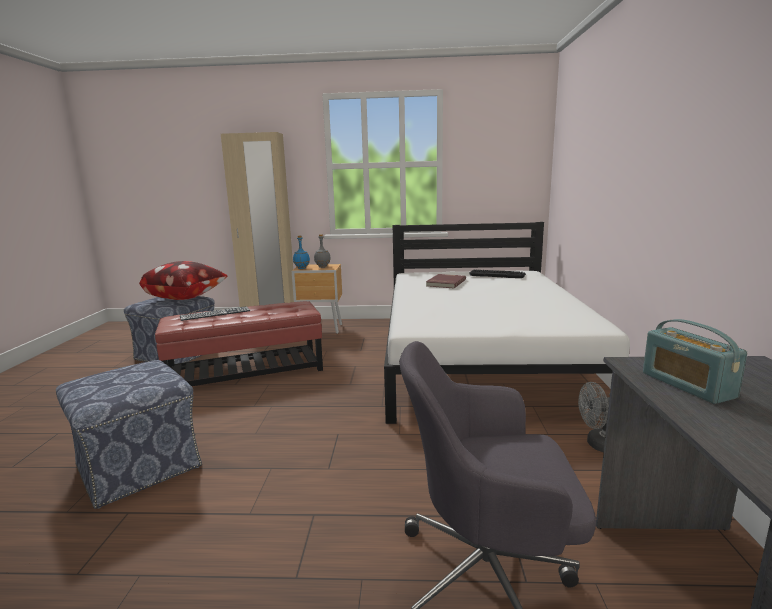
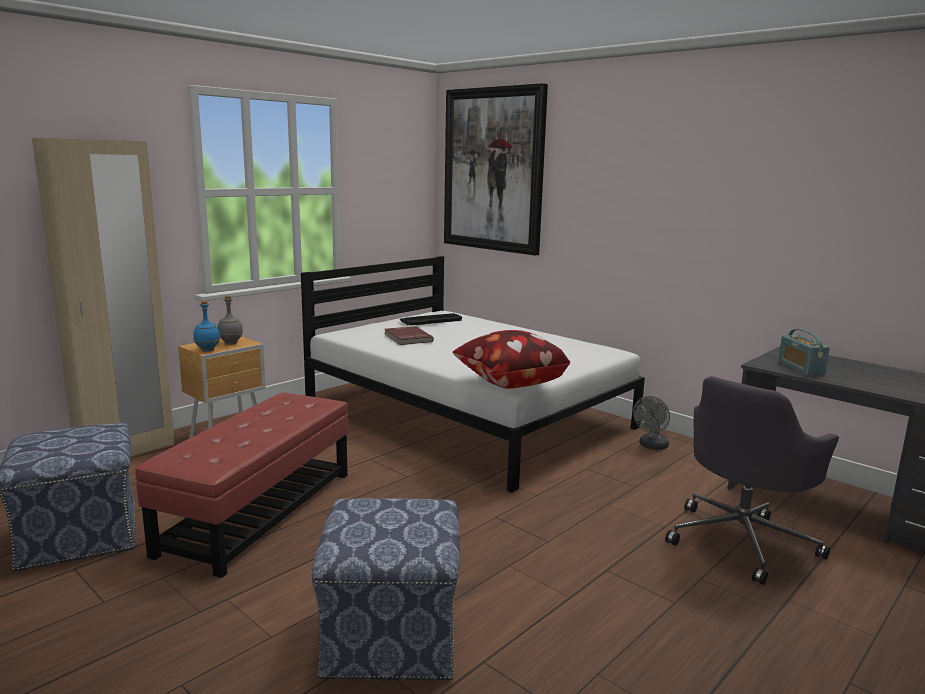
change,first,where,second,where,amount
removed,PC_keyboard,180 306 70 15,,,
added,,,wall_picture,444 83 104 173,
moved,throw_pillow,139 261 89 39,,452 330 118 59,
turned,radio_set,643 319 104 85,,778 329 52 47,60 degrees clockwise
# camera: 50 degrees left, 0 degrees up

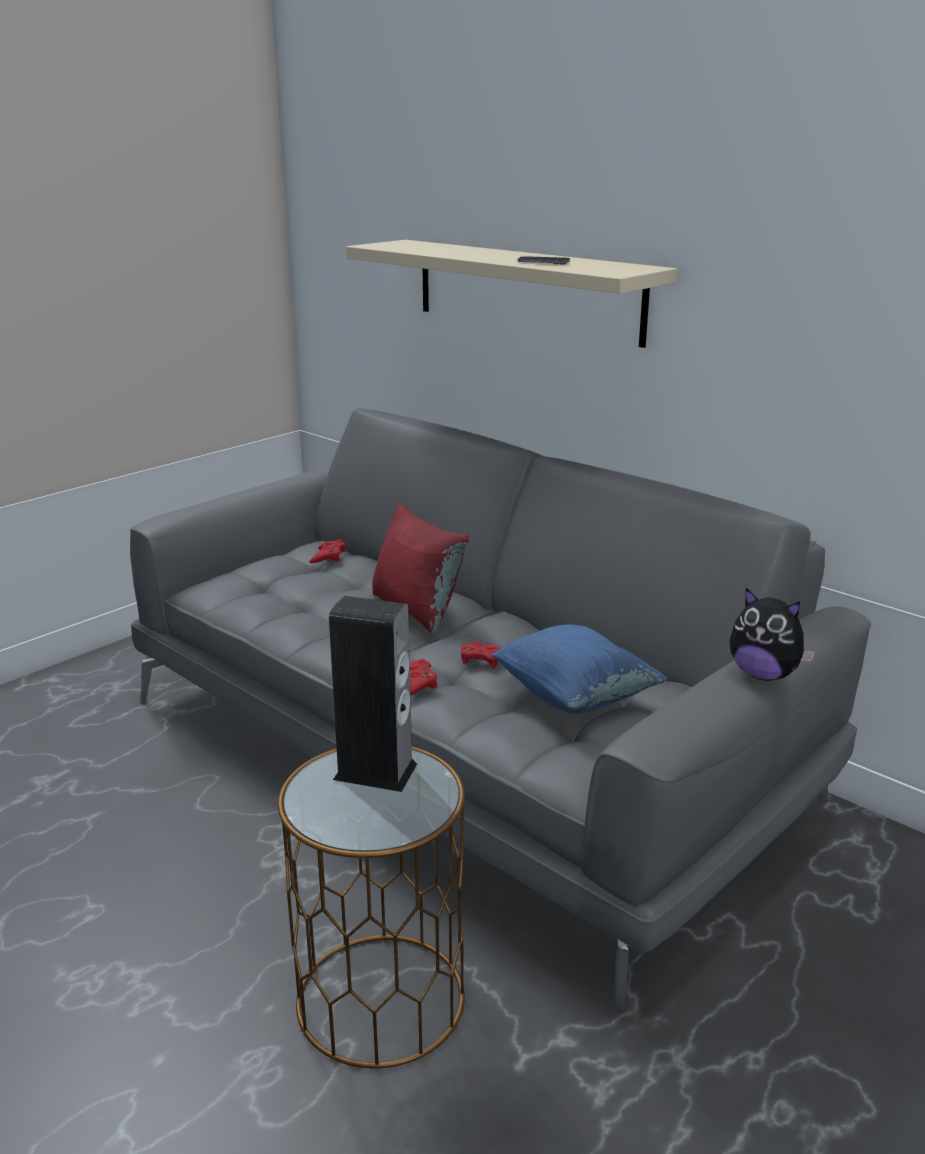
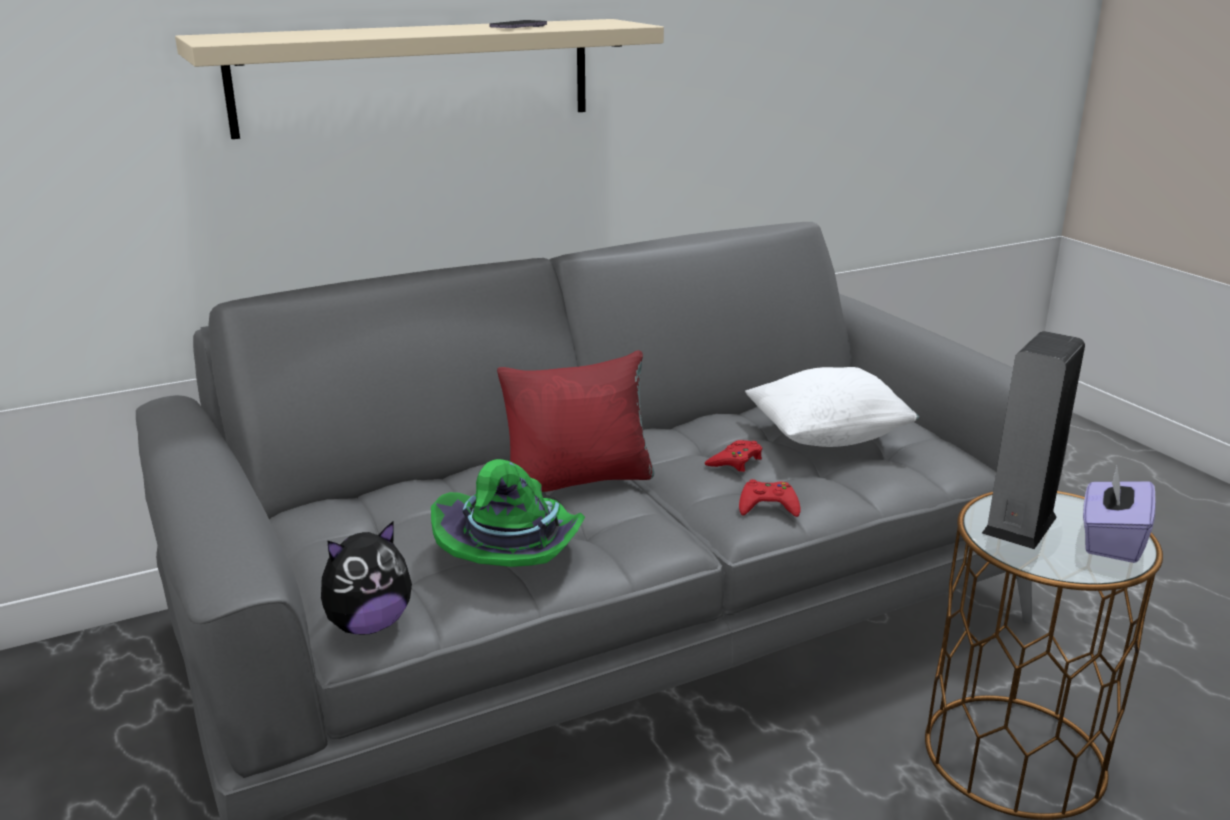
change,first,where,second,where,amount
removed,reddish_joypad,309 539 36 24,,,
added,,,green_wearable_hat,431 459 154 108,
added,,,purplish_tissue_box,1083 466 73 97,
moved,soft_toy,730 588 86 93,,321 521 91 113,
recoloured,bluish_throw_pillow,491 625 176 89,white_throw_pillow,745 367 174 80,
# camera: 70 degrees left, 0 degrees up

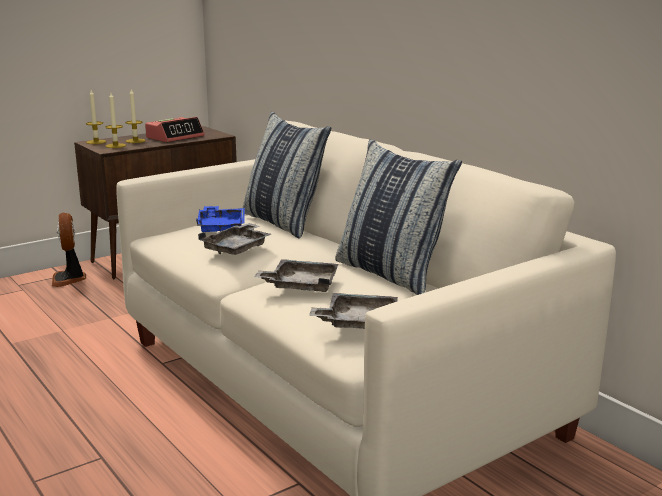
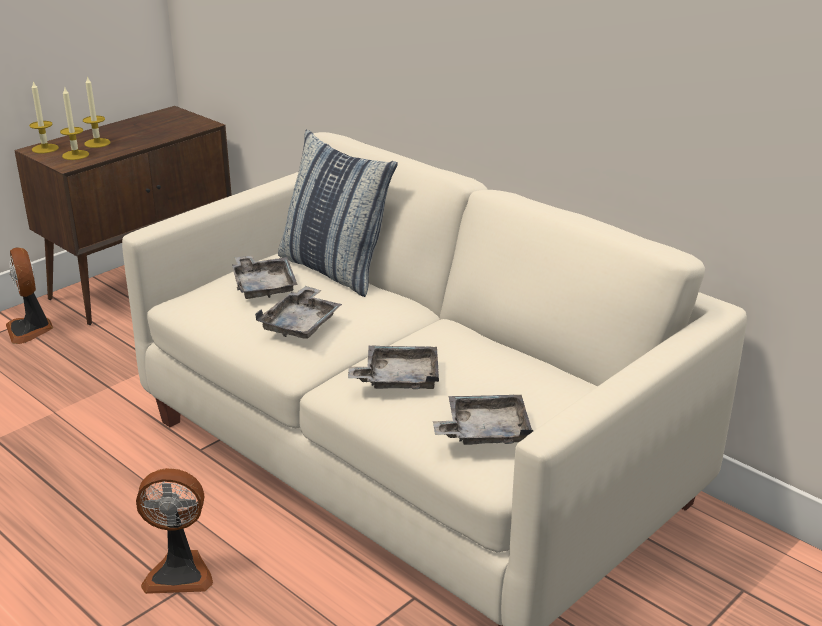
change,first,where,second,where,amount
removed,table_clock,145 117 60 25,,,
removed,throw_pillow,336 139 126 156,,,
added,,,fan,136 468 77 126,
recoloured,bluish_carrying_tray,196 206 49 26,gray_carrying_tray,232 255 66 44,
# camera: 10 degrees left, 10 degrees up

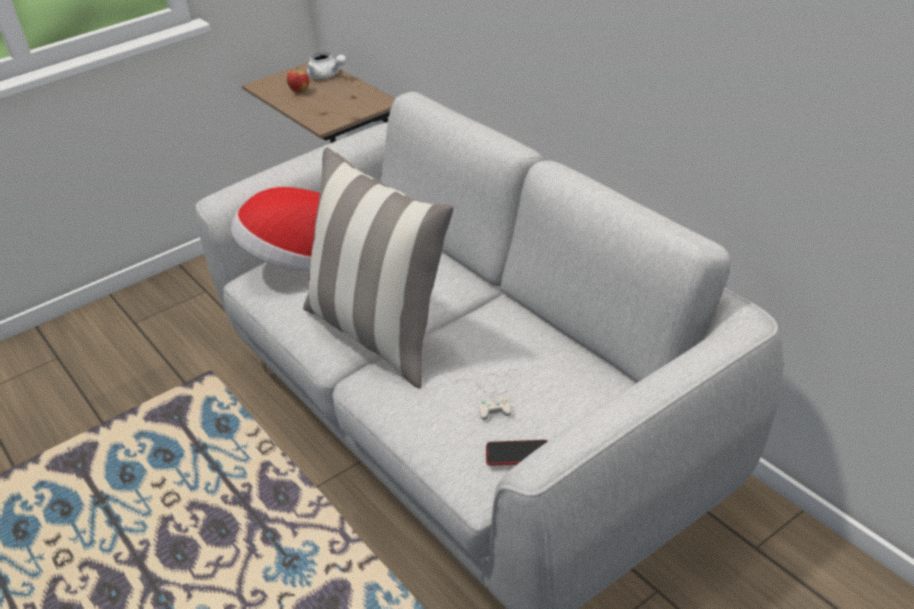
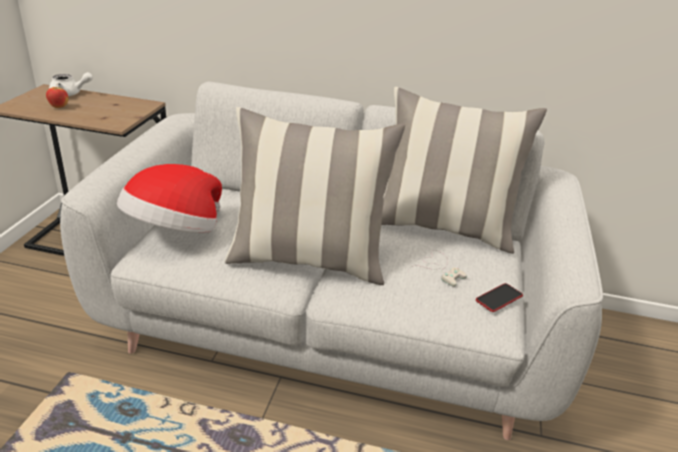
change,first,where,second,where,amount
added,,,throw_pillow,381 87 166 167,
# camera: 45 degrees left, 5 degrees down

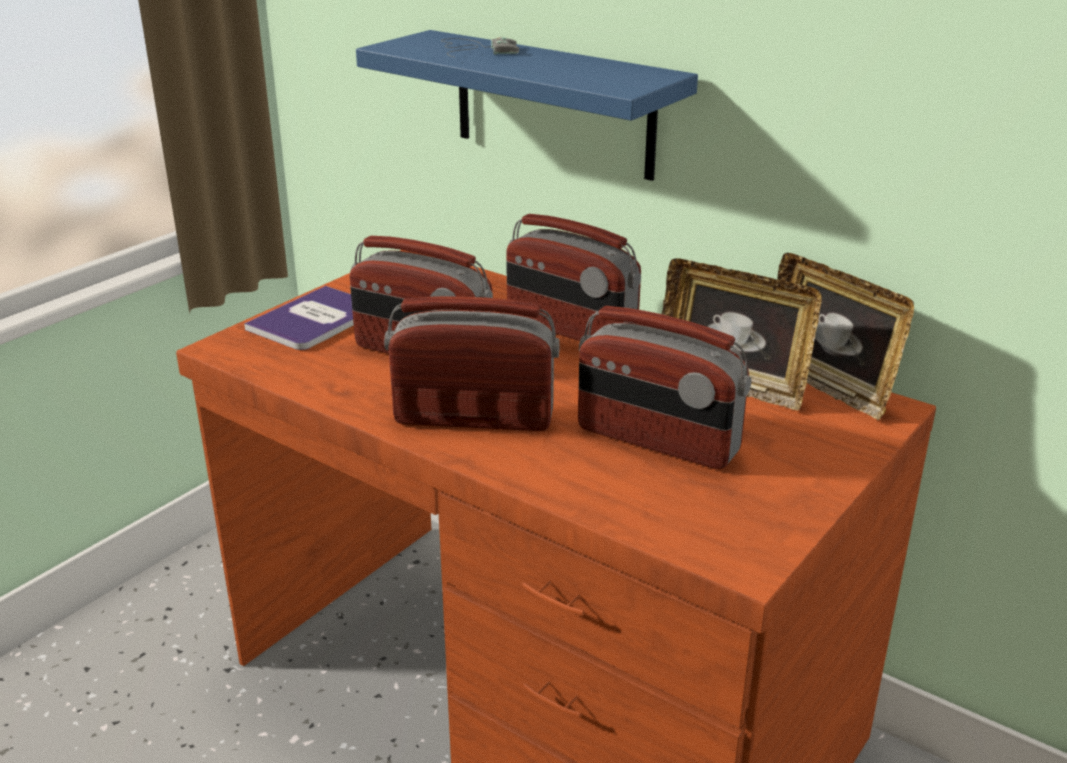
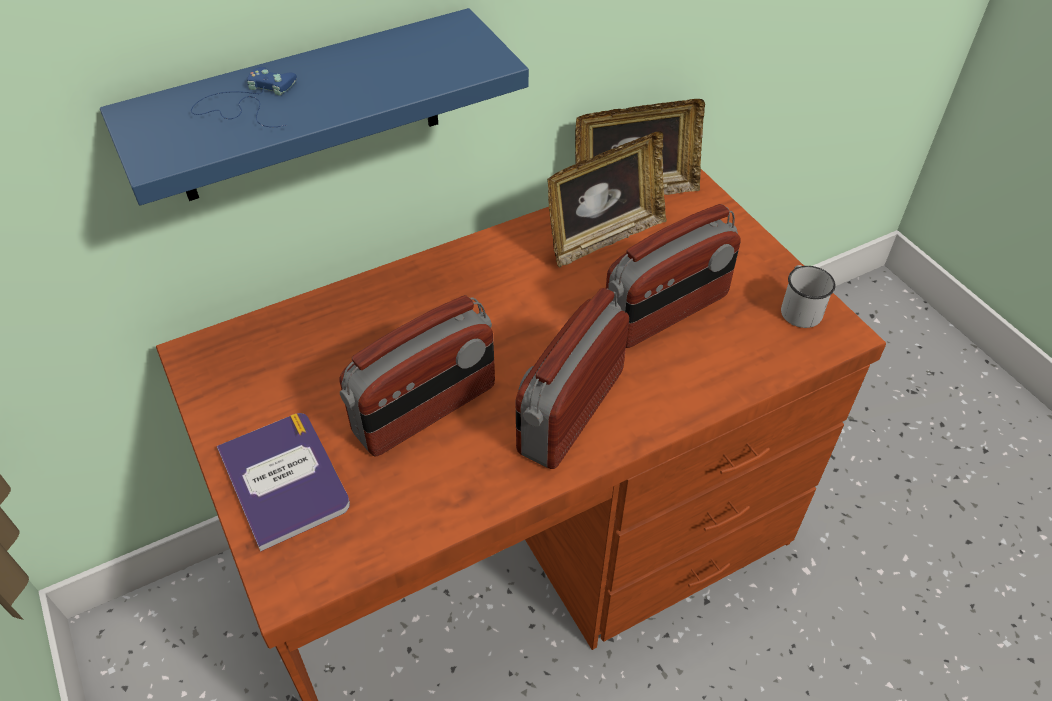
change,first,where,second,where,amount
removed,radio_set,506 214 135 127,,,
added,,,white_coffee_mug,781 265 55 63,
recoloured,gray_joypad,441 37 78 20,bluish_joypad,191 67 106 60,
# camera: 65 degrees left, 20 degrees up

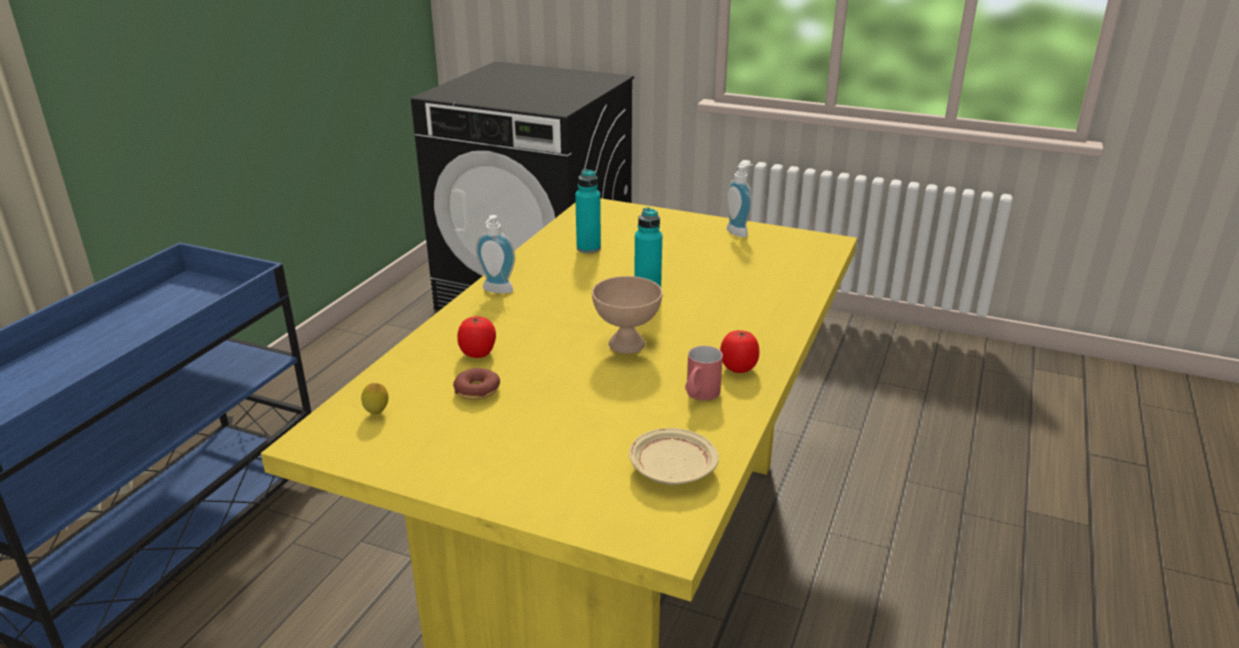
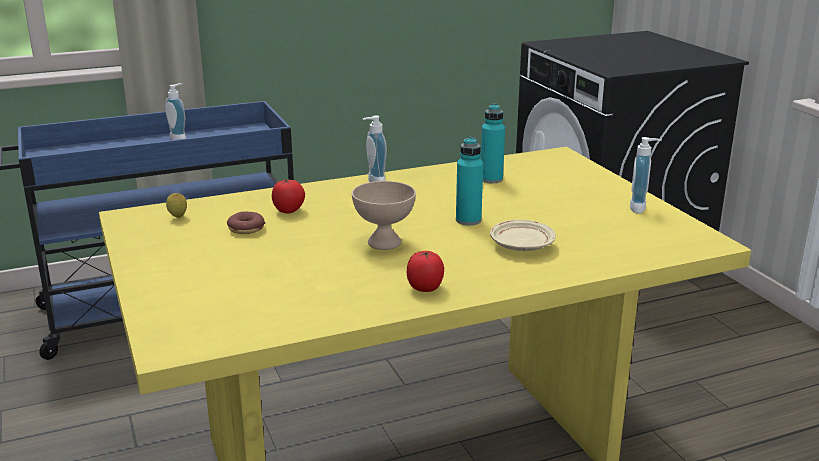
change,first,where,second,where,amount
removed,reddish_coffee_mug,685 346 38 55,,,
added,,,soap_bottle,165 83 21 57,
moved,sand-coloured_dinner_plate,629 428 90 57,,490 220 66 31,
# camera: 45 degrees right, 5 degrees down

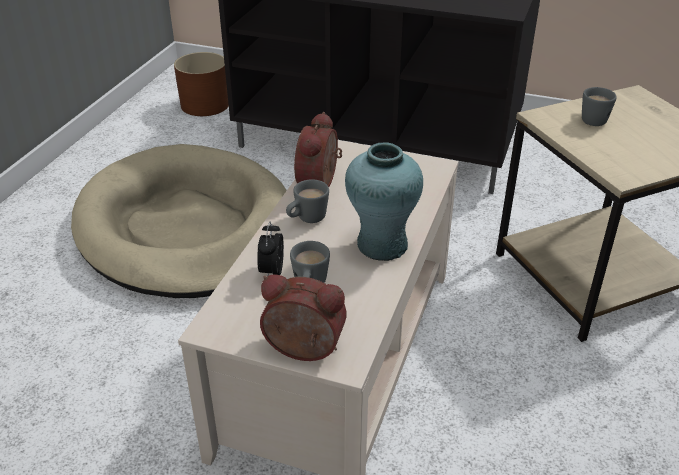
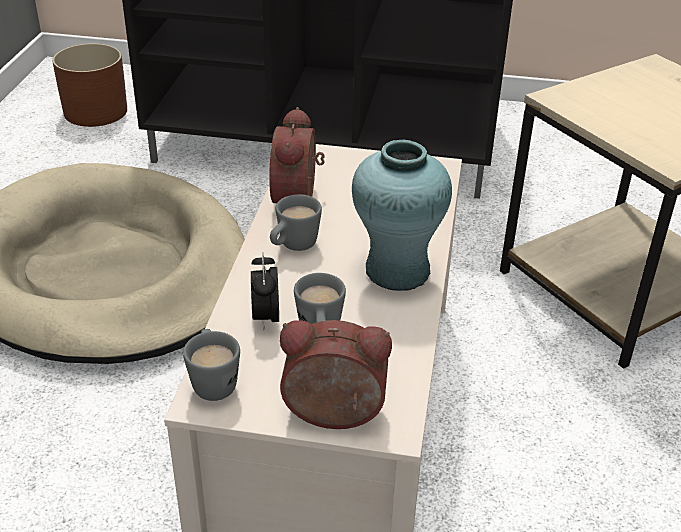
change,first,where,second,where,amount
moved,gray_coffee_mug,582 87 35 39,,183 329 57 72,
# camera: 10 degrees left, 0 degrees up

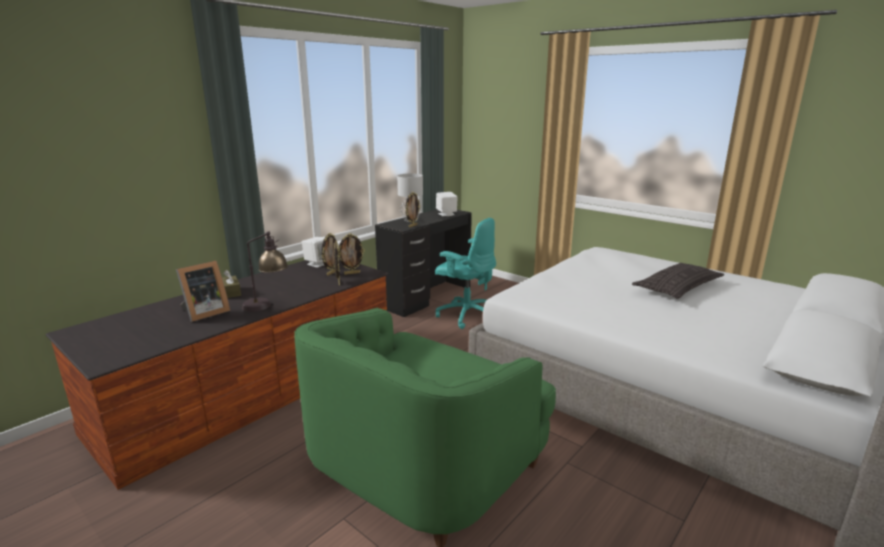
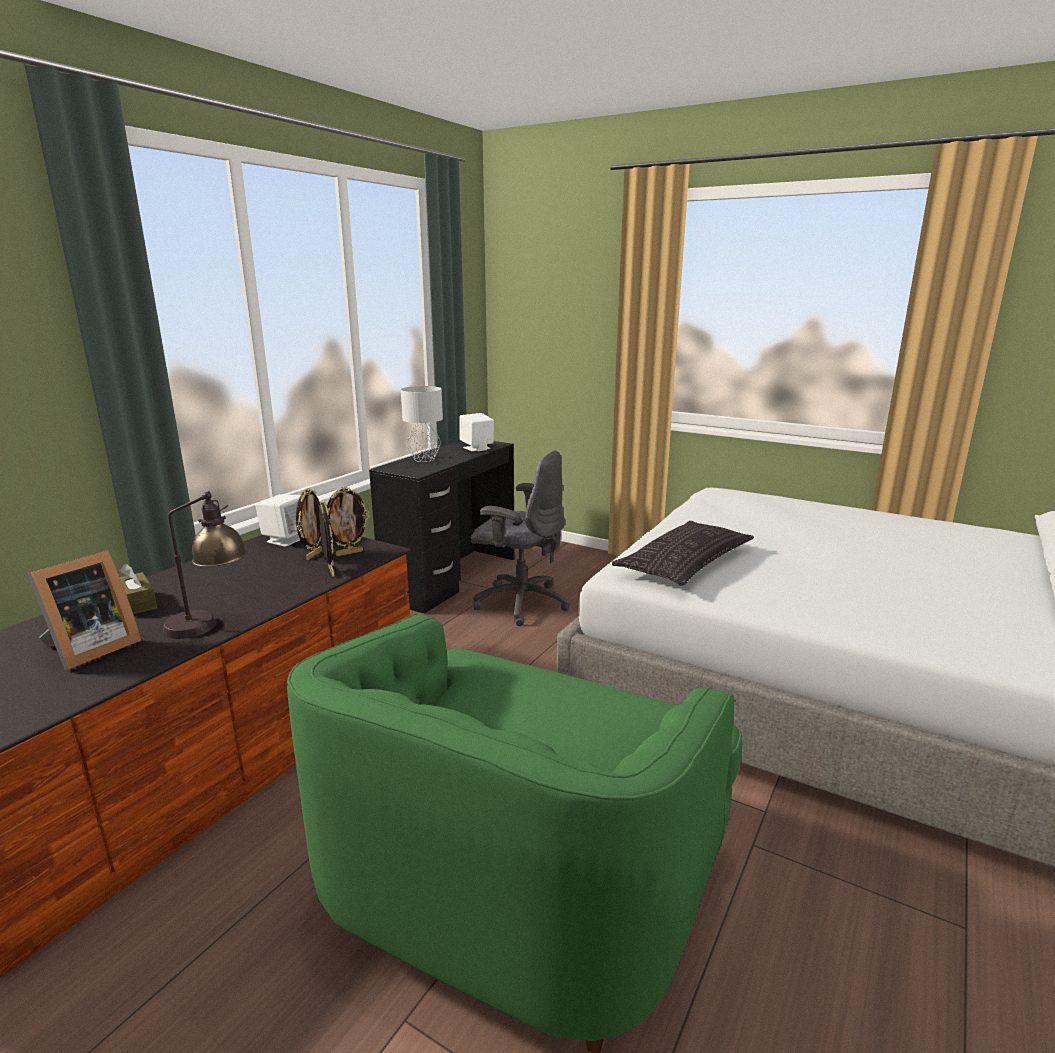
change,first,where,second,where,amount
removed,picture_frame,405 192 15 35,,,
moved,throw_pillow,632 263 93 36,,612 521 142 65,
recoloured,blue-green_office_chair,435 218 61 111,gray_office_chair,471 450 99 176,
# camera: 10 degrees left, 0 degrees up

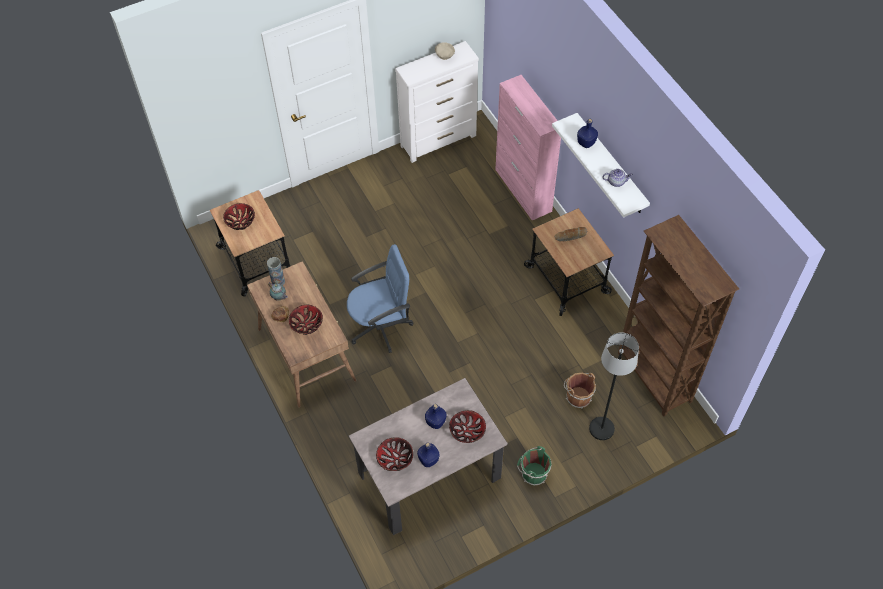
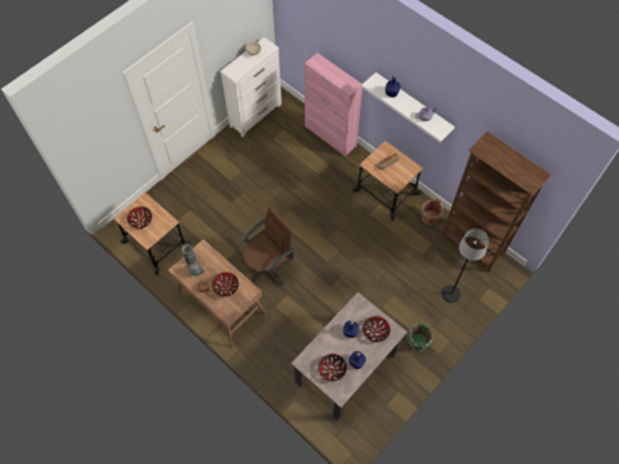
change,first,where,second,where,amount
moved,brownish_bucket,564 372 32 36,,420 198 23 27,
recoloured,bluish_office_chair,347 244 67 109,brownish_office_chair,241 207 54 78,
# camera: 20 degrees left, 5 degrees up

